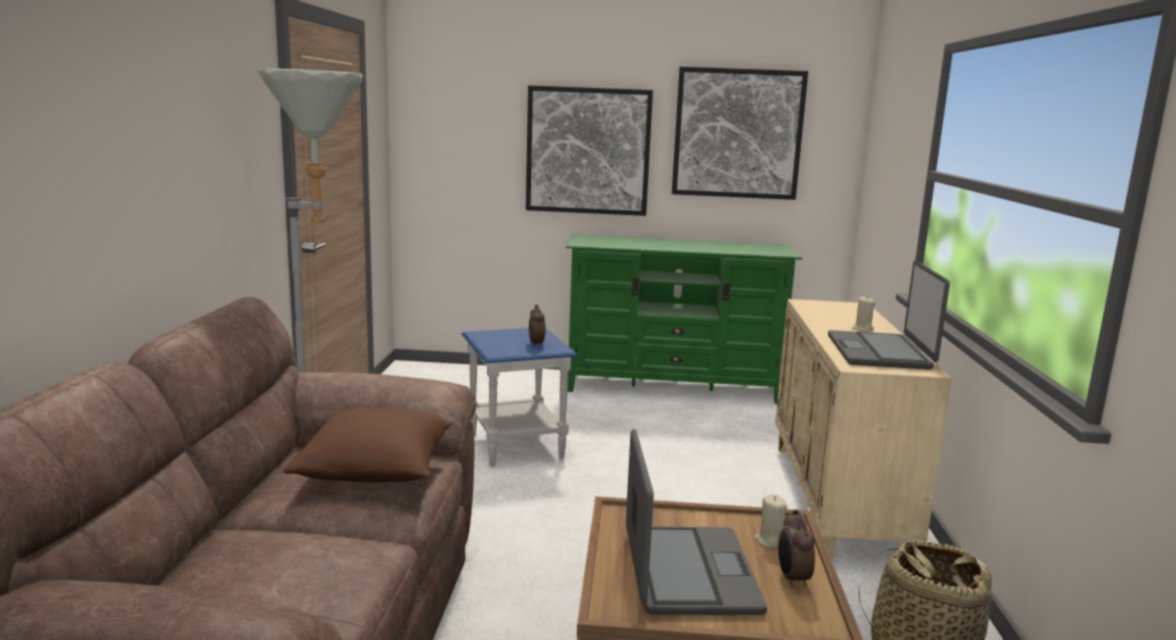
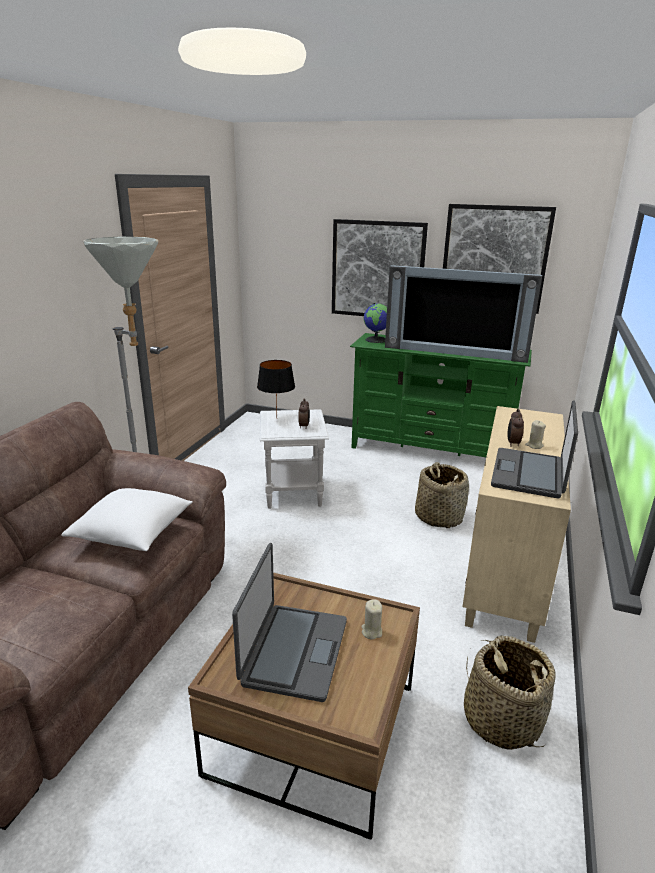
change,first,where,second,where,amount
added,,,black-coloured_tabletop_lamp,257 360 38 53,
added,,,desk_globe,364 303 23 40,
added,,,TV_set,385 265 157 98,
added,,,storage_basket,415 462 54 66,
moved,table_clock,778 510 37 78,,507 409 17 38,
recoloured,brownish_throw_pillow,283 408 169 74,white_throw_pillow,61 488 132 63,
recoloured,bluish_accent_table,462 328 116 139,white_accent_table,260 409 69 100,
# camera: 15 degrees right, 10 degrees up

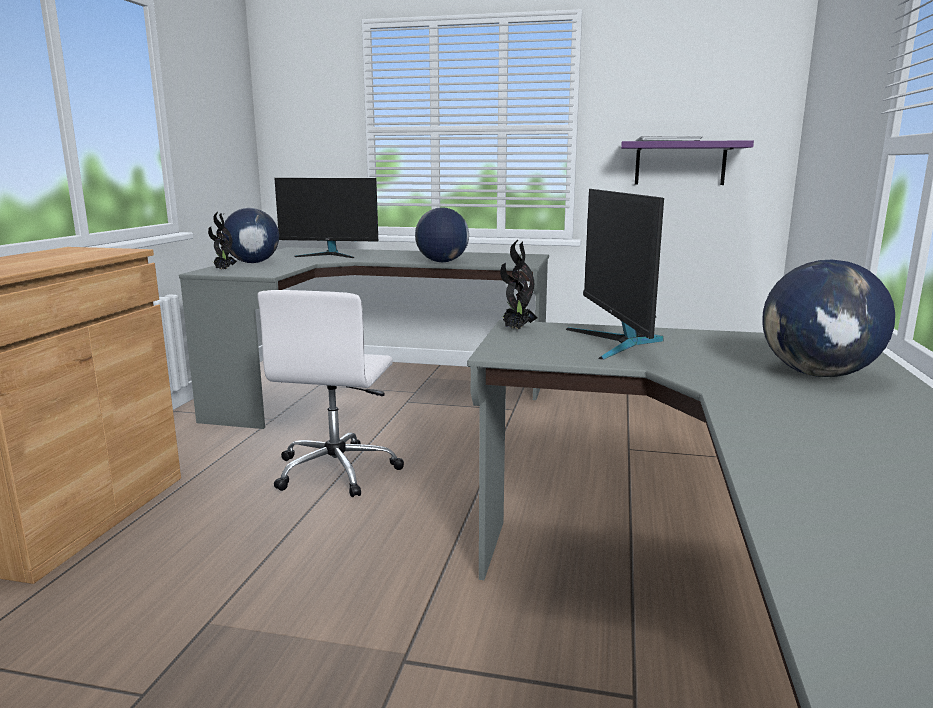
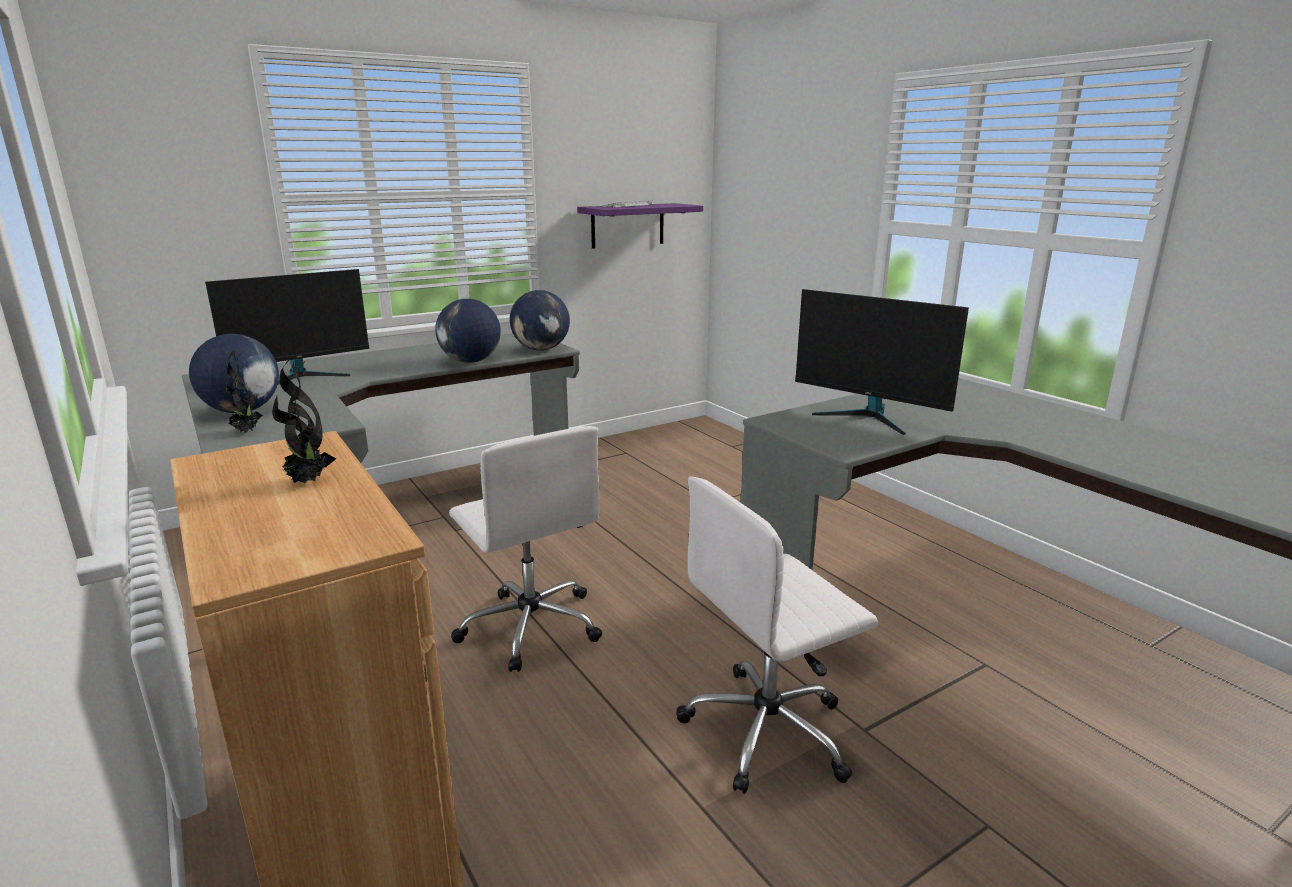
change,first,where,second,where,amount
added,,,white_office_chair,676 476 202 318,
moved,plant_in_a_pot,500 240 38 90,,272 360 64 123,
moved,desk_globe,763 260 132 117,,510 290 60 60,
# camera: 45 degrees left, 5 degrees up

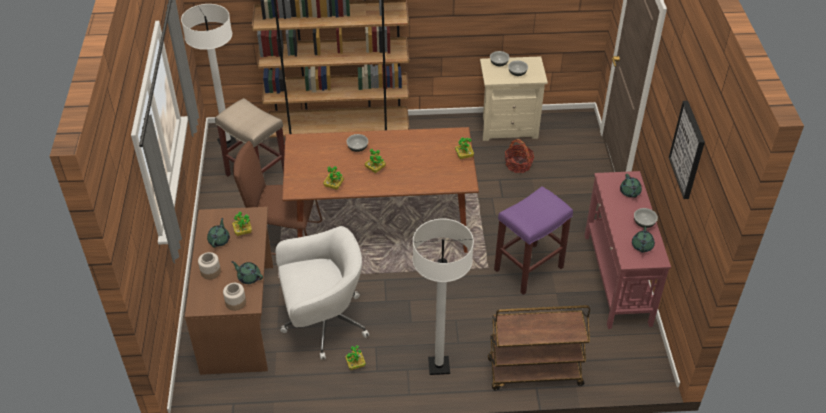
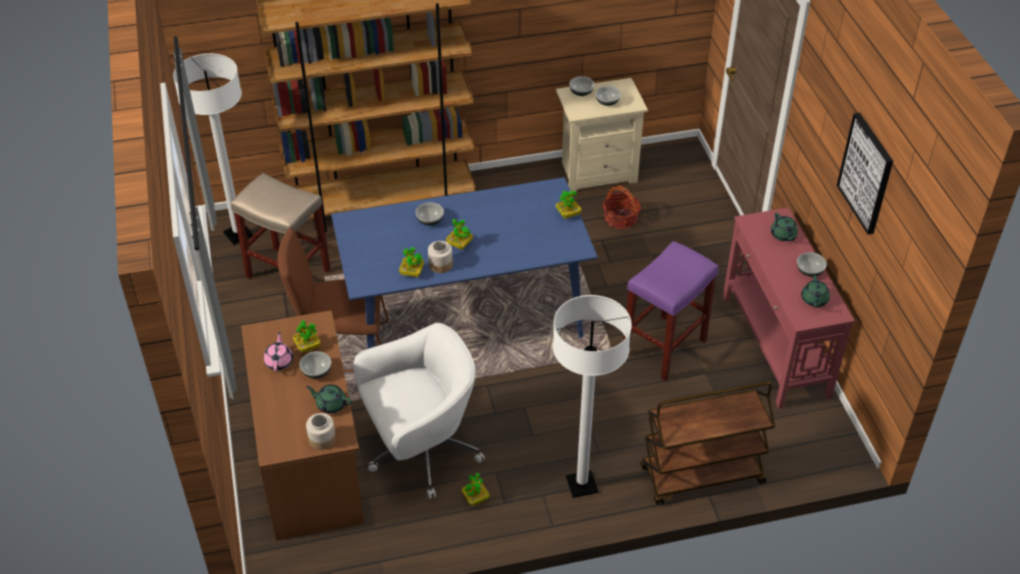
change,first,where,second,where,amount
added,,,deep_dish,300 351 31 28,
moved,preserve_jar,198 252 23 28,,428 241 25 32,
recoloured,green_pot_for_tea,207 218 23 30,pink_pot_for_tea,264 332 29 40,
recoloured,brownish_dining_table,282 127 197 126,bluish_dining_table,331 177 267 172,
# camera: 10 degrees left, 0 degrees up

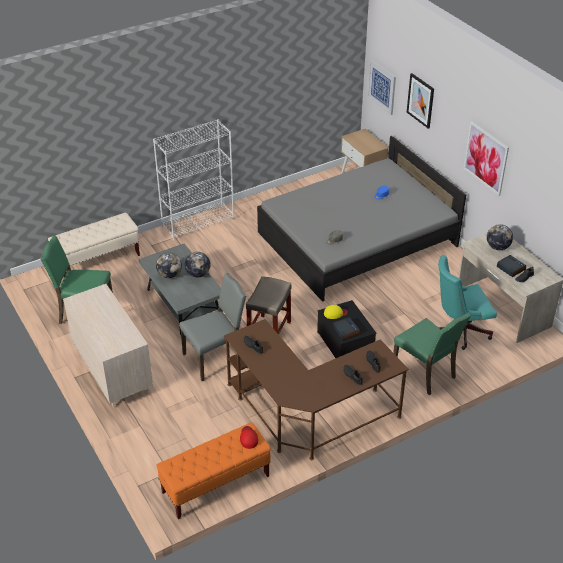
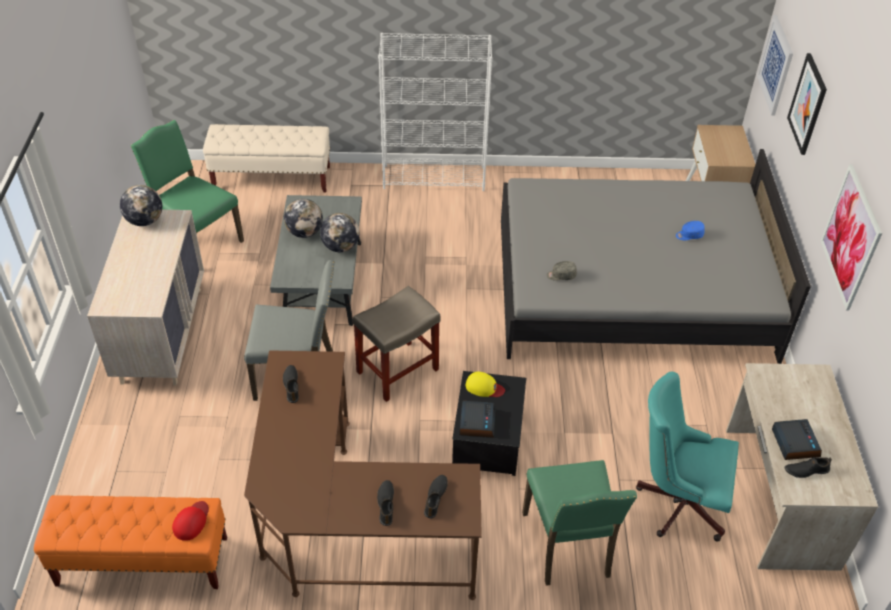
change,first,where,second,where,amount
moved,desk_globe,487 224 26 26,,120 185 42 41,
# camera: 30 degrees right, 5 degrees up

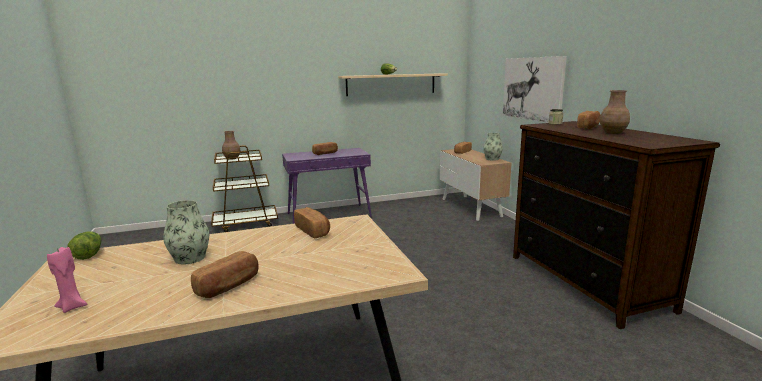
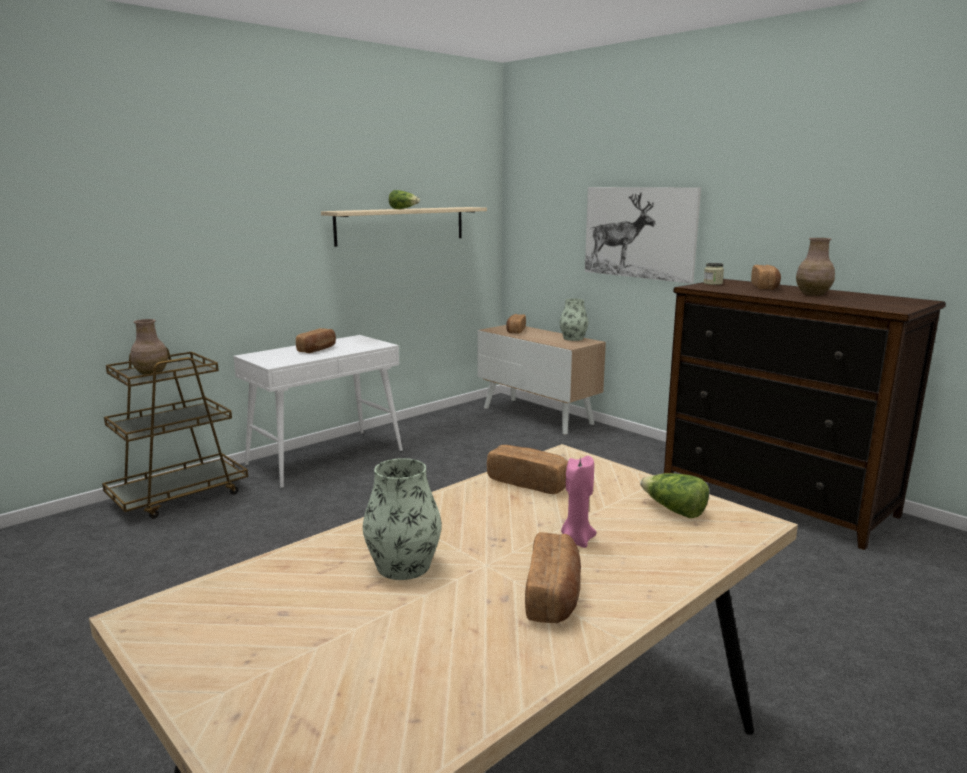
change,first,where,second,where,amount
moved,pink_wax_light,47 247 40 66,,561 456 36 92,
moved,lettuce,67 231 35 29,,640 473 69 45,
recoloured,purplish_console_table,282 148 90 76,white_console_table,233 335 170 153,
# camera: 25 degrees left, 0 degrees up

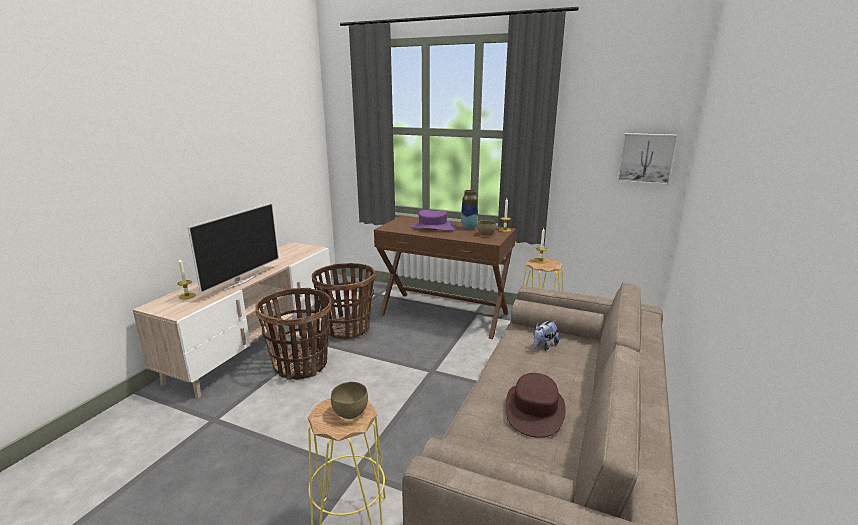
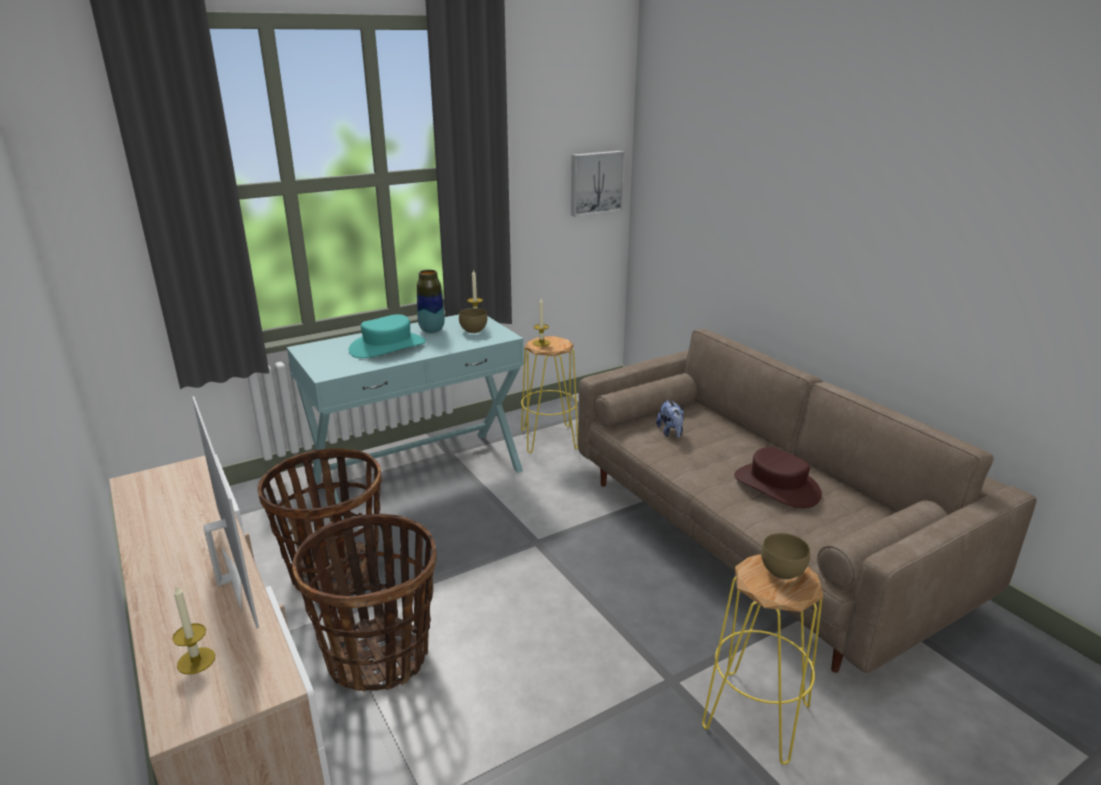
change,first,where,second,where,amount
recoloured,brownish_console_table,374 216 142 123,blue-green_console_table,287 315 237 205,
recoloured,purplish_wearable_hat,410 210 46 21,blue-green_wearable_hat,349 314 77 44,
# camera: 55 degrees left, 5 degrees up

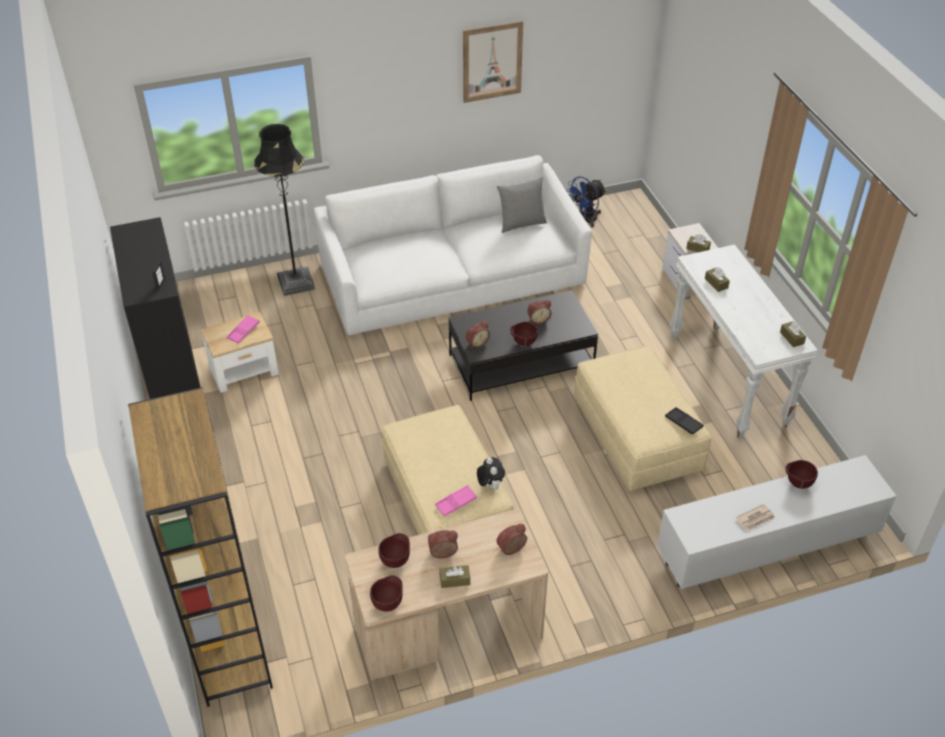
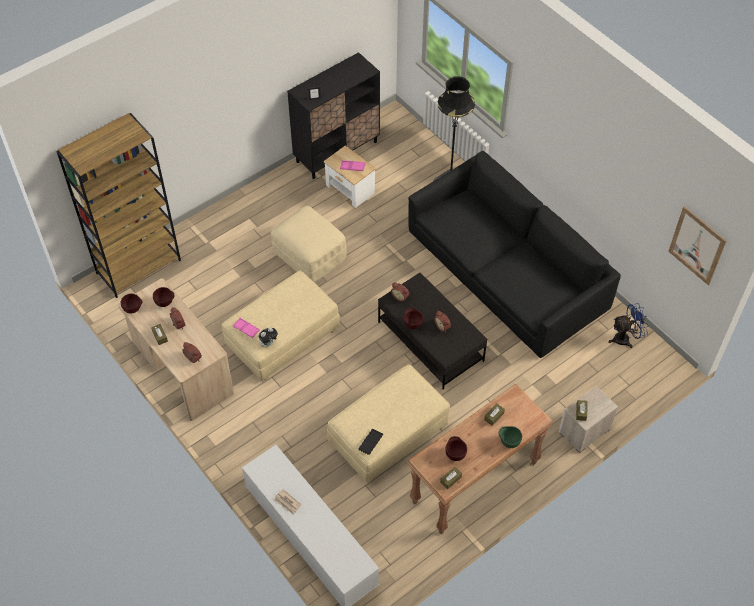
change,first,where,second,where,amount
removed,gray_throw_pillow,497 177 50 56,,,
added,,,sand-coloured_footrest,271 206 76 76,
added,,,green_deep_dish,499 426 23 22,
moved,wall_picture,463 21 60 82,,668 206 58 79,
moved,brownish_deep_dish,785 460 33 29,,445 436 22 25,
recoloured,white_settee,314 155 278 180,black-coloured_settee,408 151 213 207,
recoloured,white_console_table,669 245 149 194,brownish_console_table,408 384 145 151,
turned,bluish_fan,566 176 40 51,,608 303 41 45,135 degrees clockwise
# camera: 70 degrees right, 10 degrees up

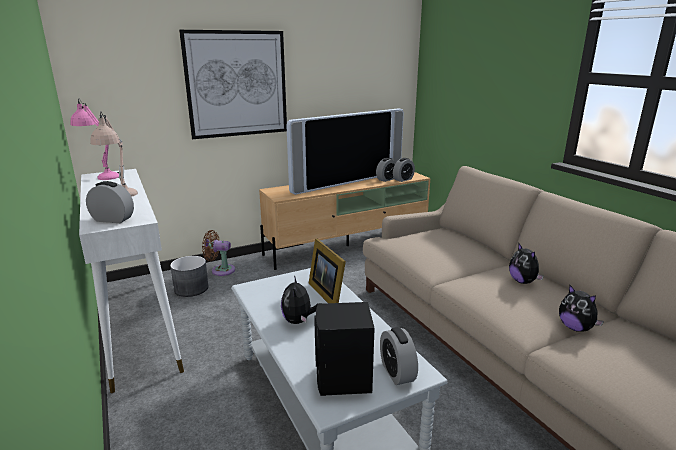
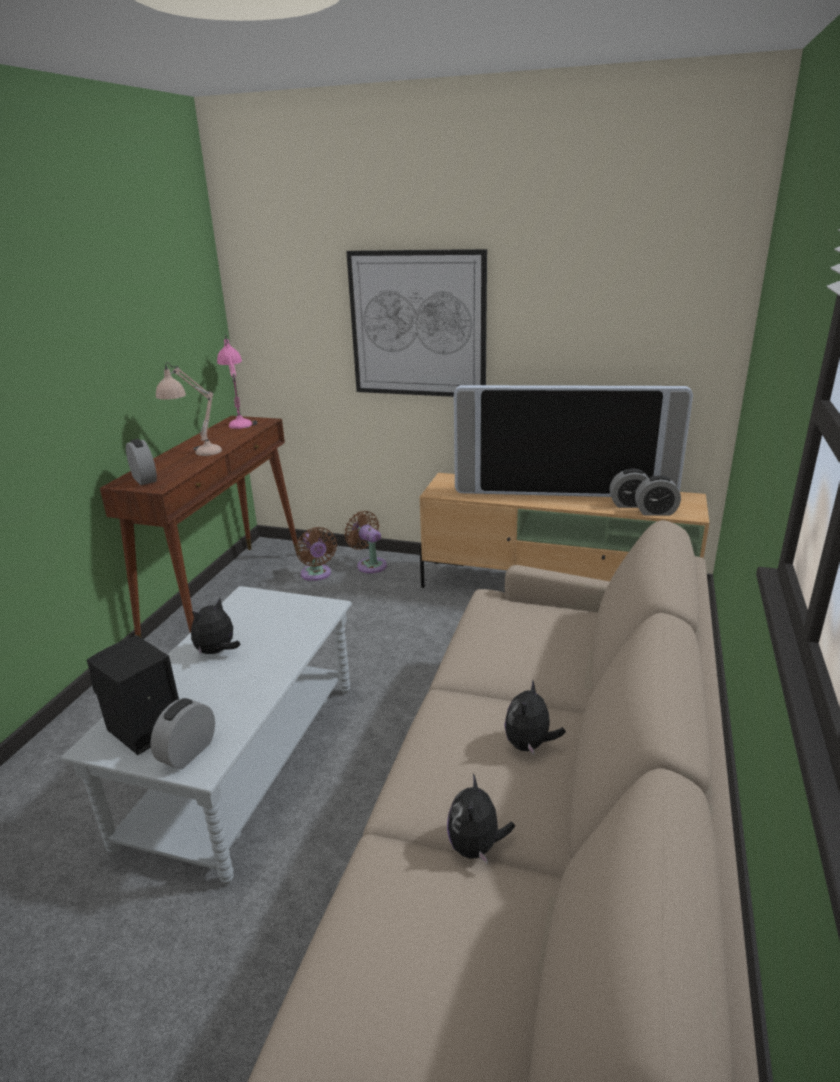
change,first,where,second,where,amount
removed,picture_frame,309 239 37 64,,,
replaced,gray_planter,170 256 39 41,brownish_fan,295 527 42 54,
recoloured,white_console_table,79 169 105 224,brownish_console_table,100 416 200 222,
# camera: 45 degrees right, 5 degrees up

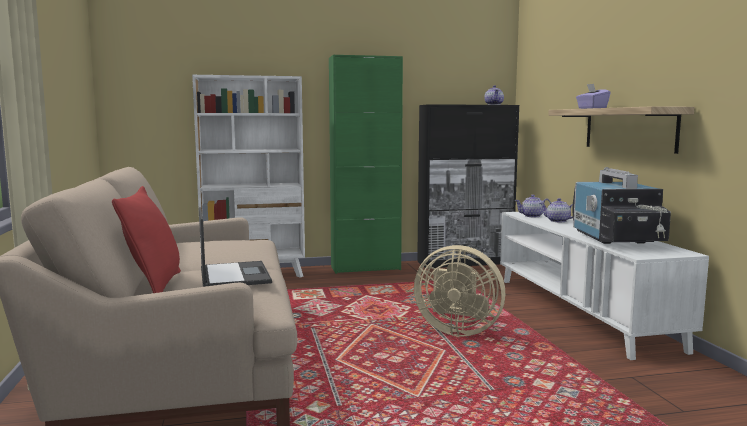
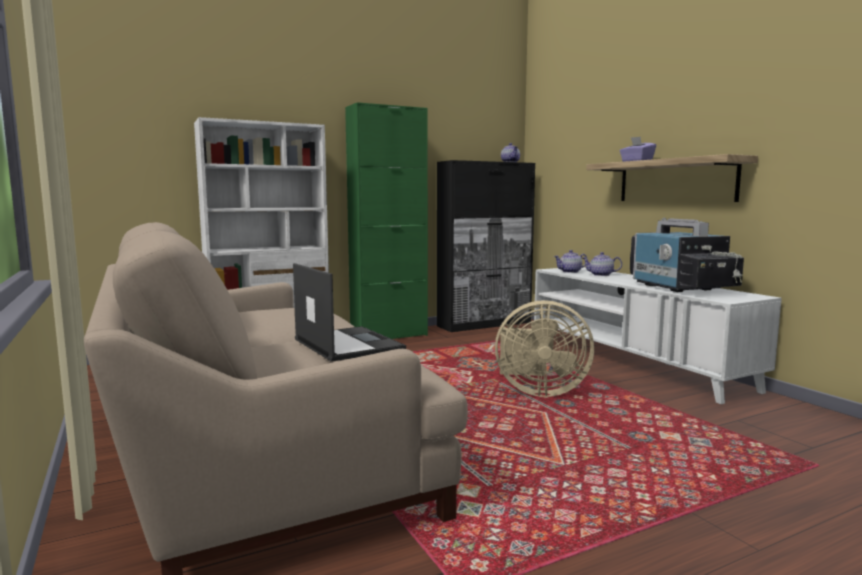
change,first,where,second,where,amount
removed,reddish_throw_pillow,112 186 69 107,,,
# camera: 15 degrees left, 0 degrees up

